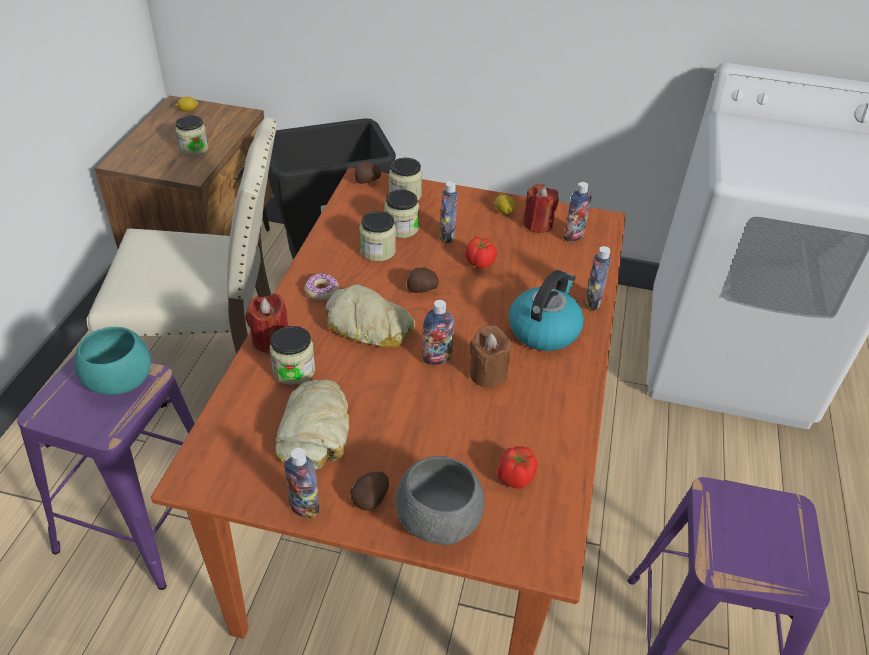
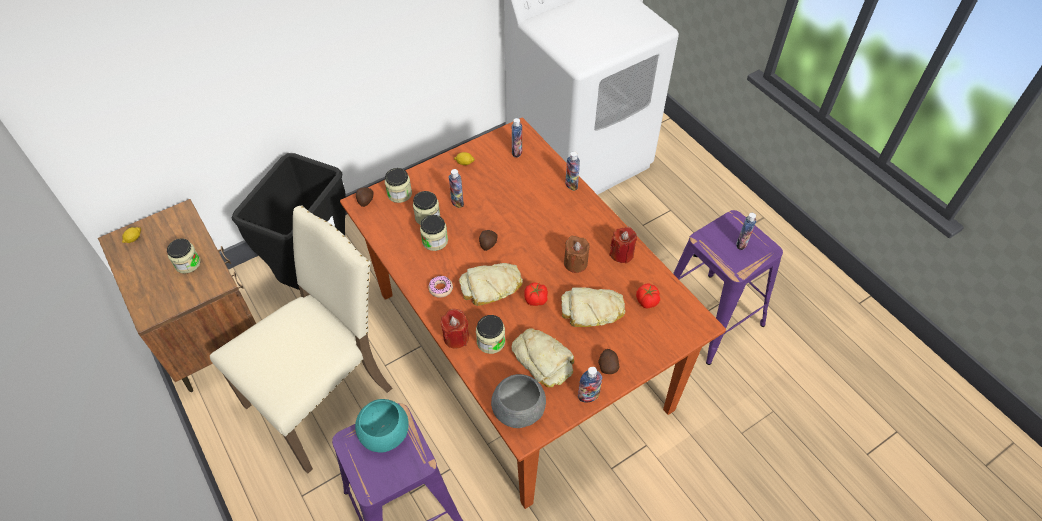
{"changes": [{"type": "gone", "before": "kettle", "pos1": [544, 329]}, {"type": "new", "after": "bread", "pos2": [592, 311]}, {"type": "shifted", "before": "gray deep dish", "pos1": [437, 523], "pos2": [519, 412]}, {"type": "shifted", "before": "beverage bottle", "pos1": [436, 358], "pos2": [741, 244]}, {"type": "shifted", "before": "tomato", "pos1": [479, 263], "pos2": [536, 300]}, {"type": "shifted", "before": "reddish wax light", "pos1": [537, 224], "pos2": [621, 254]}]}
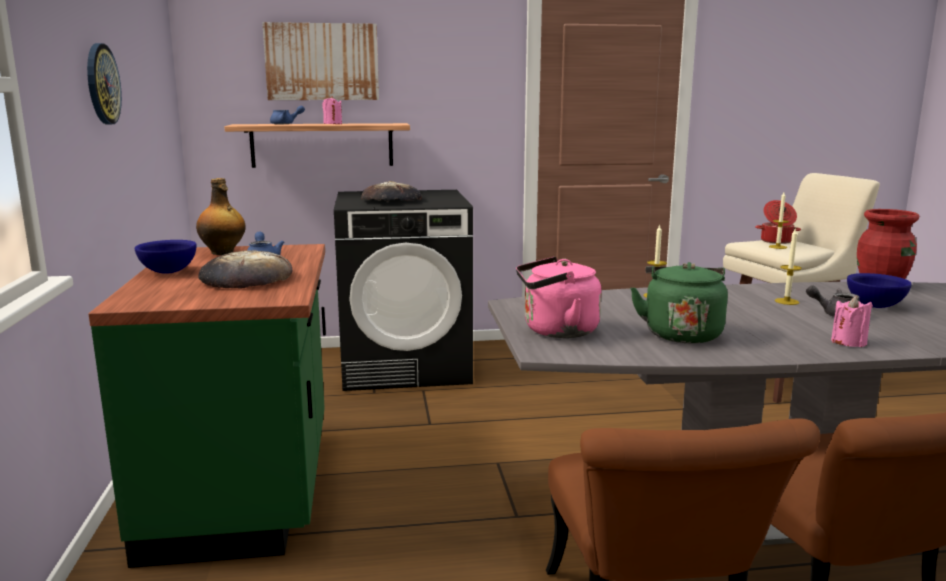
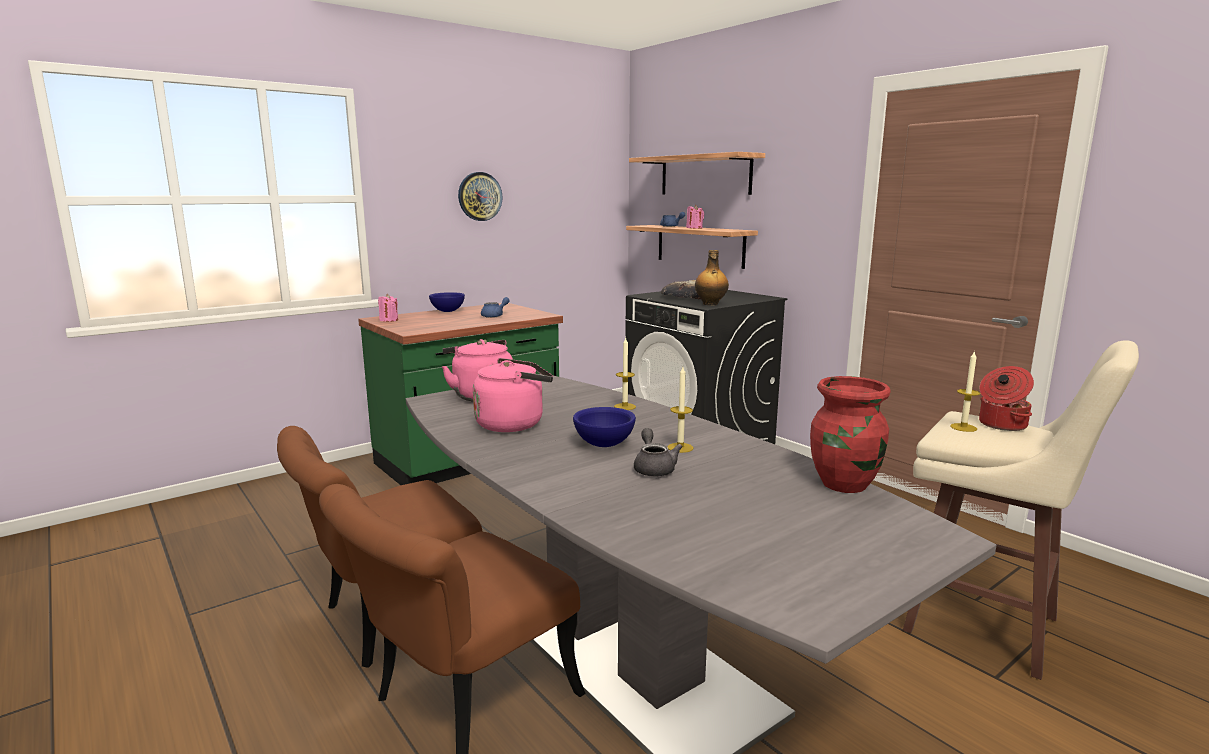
{"changes": [{"type": "gone", "before": "bread", "pos1": [246, 279]}, {"type": "shifted", "before": "beverage bottle", "pos1": [223, 253], "pos2": [710, 304]}, {"type": "shifted", "before": "pink-coloured wax light", "pos1": [848, 342], "pos2": [389, 320]}, {"type": "shifted", "before": "blue deep dish", "pos1": [876, 306], "pos2": [604, 445]}, {"type": "swapped", "before": "wall art", "after": "bracket shelf", "pos1": [322, 62], "pos2": [705, 175]}, {"type": "repainted", "before": "green-coloured kettle", "after": "pink-coloured kettle", "pos1": [681, 333], "pos2": [513, 424]}]}
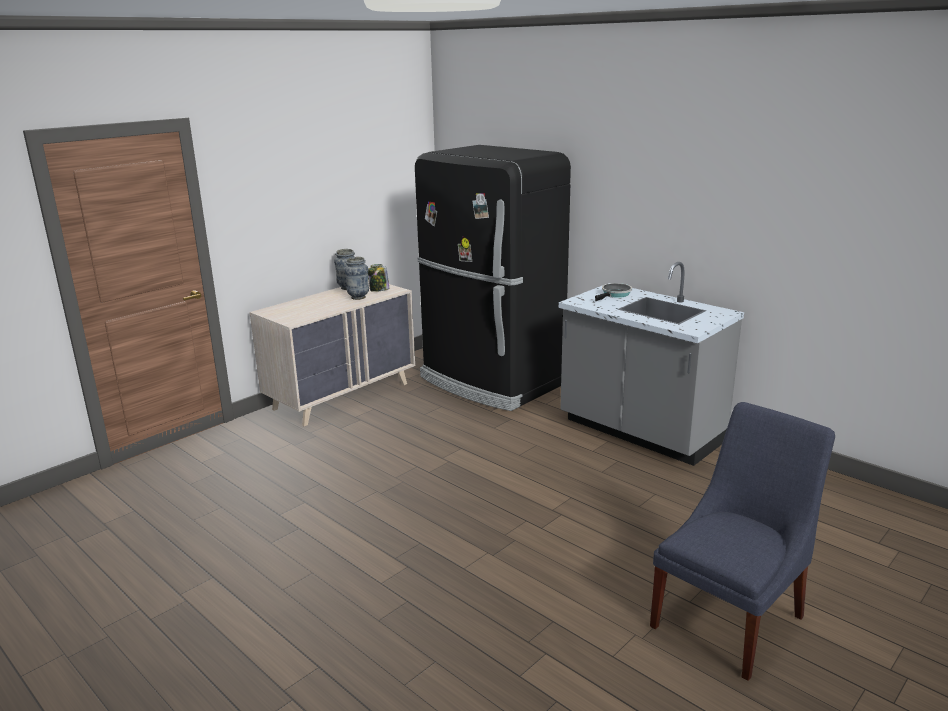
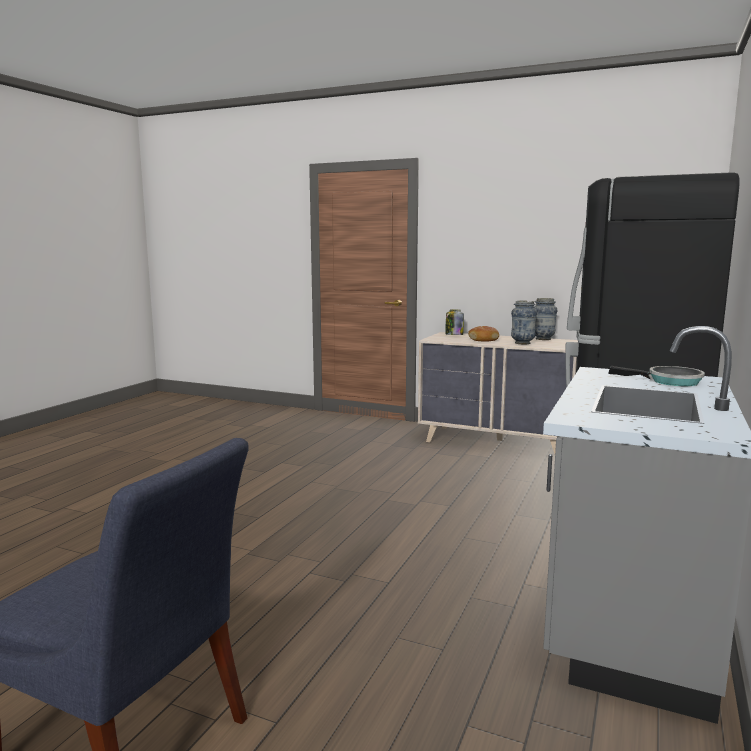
{"changes": [{"type": "new", "after": "bread", "pos2": [483, 339]}, {"type": "shifted", "before": "storage jar", "pos1": [379, 290], "pos2": [453, 335]}]}
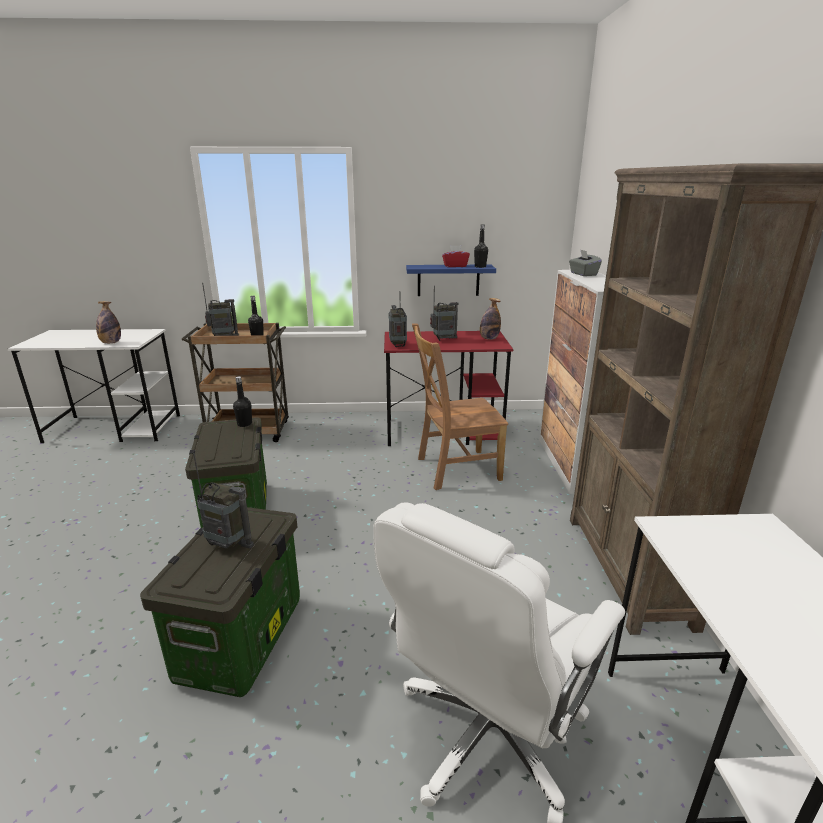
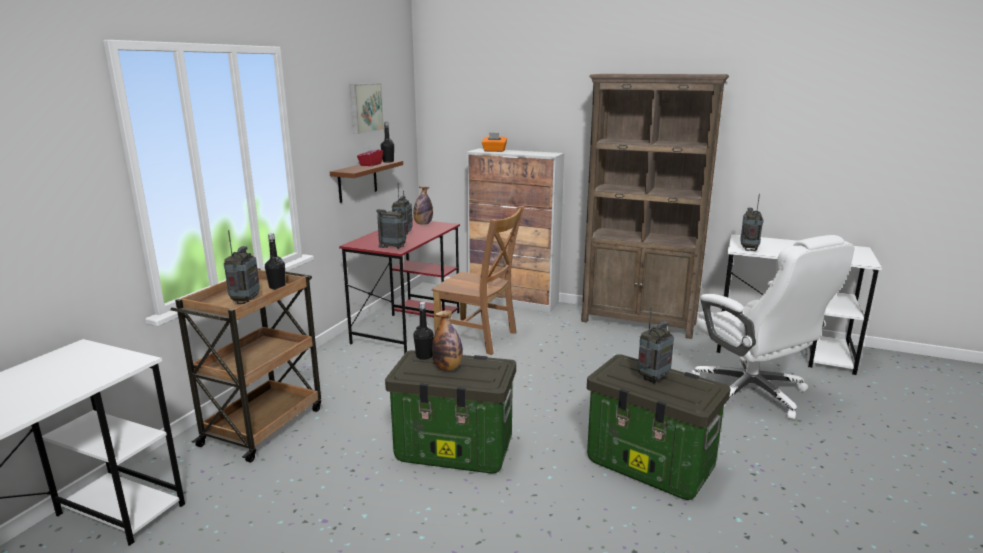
{"changes": [{"type": "new", "after": "wall art", "pos2": [365, 107]}, {"type": "new", "after": "radio receiver", "pos2": [749, 249]}, {"type": "shifted", "before": "beverage bottle", "pos1": [111, 343], "pos2": [448, 368]}, {"type": "repainted", "before": "blue bracket shelf", "after": "brown-coloured bracket shelf", "pos1": [448, 280], "pos2": [357, 181]}, {"type": "repainted", "before": "gray box of tissues", "after": "orange box of tissues", "pos1": [583, 274], "pos2": [494, 151]}, {"type": "rotated", "before": "brown-coloured upright chair", "pos1": [454, 469], "pos2": [479, 338], "turn": -75}]}
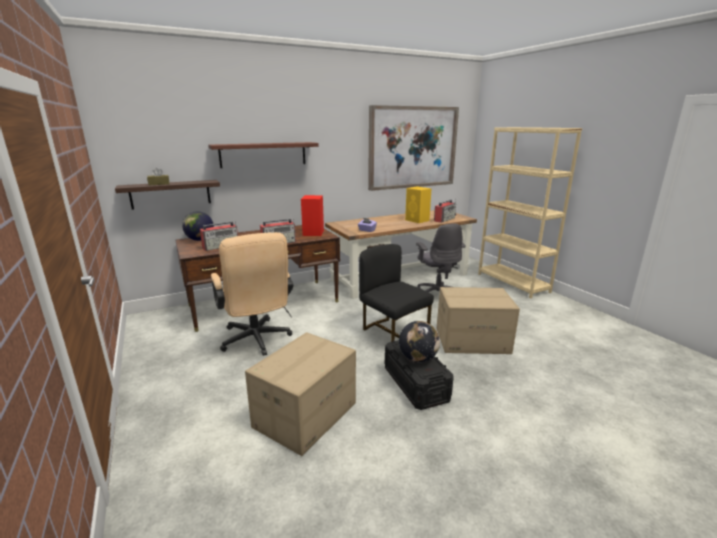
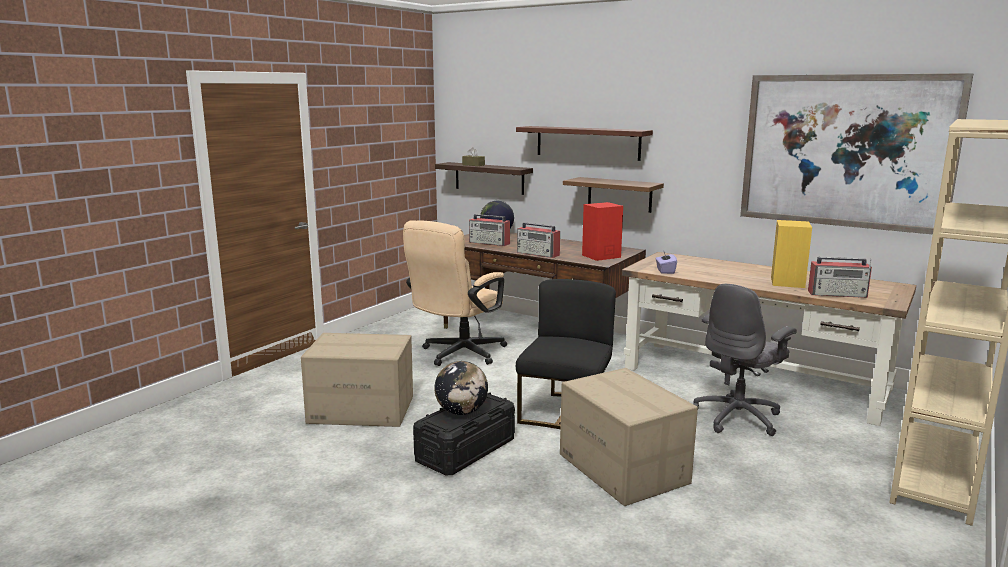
{"changes": [{"type": "new", "after": "brown-coloured bracket shelf", "pos2": [619, 194]}]}
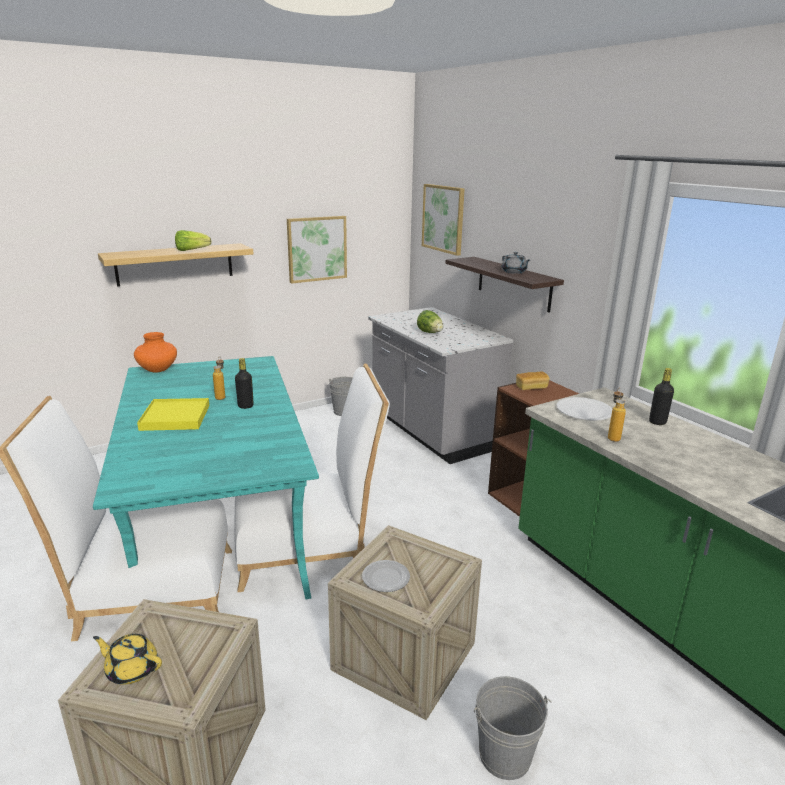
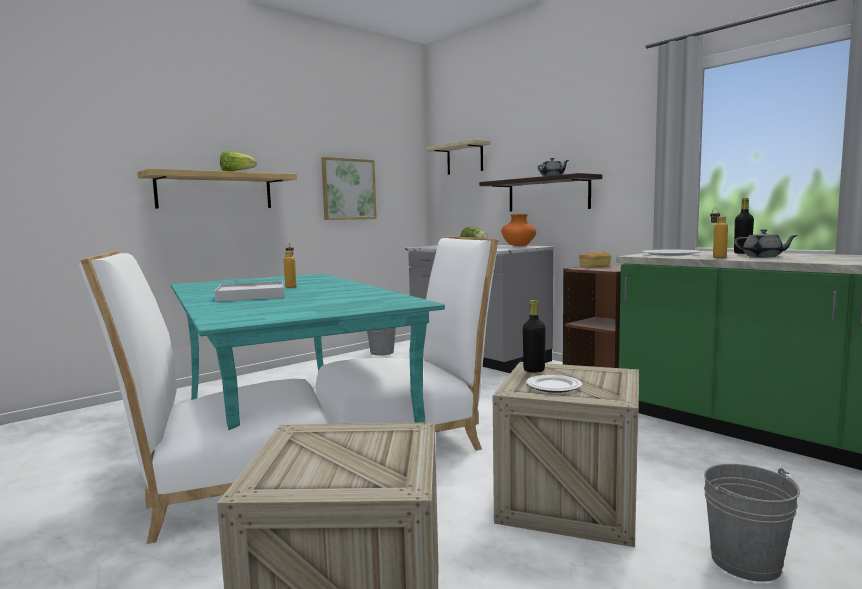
{"changes": [{"type": "gone", "before": "yellow-coloured pot for tea", "pos1": [131, 669]}, {"type": "new", "after": "gray pot for tea", "pos2": [763, 256]}, {"type": "shifted", "before": "orange flower vase", "pos1": [158, 370], "pos2": [519, 246]}, {"type": "shifted", "before": "black beverage bottle", "pos1": [245, 406], "pos2": [534, 370]}, {"type": "swapped", "before": "wall art", "after": "sand-coloured bracket shelf", "pos1": [443, 218], "pos2": [465, 159]}, {"type": "repainted", "before": "yellow-coloured serving tray", "after": "white serving tray", "pos1": [175, 417], "pos2": [251, 295]}]}
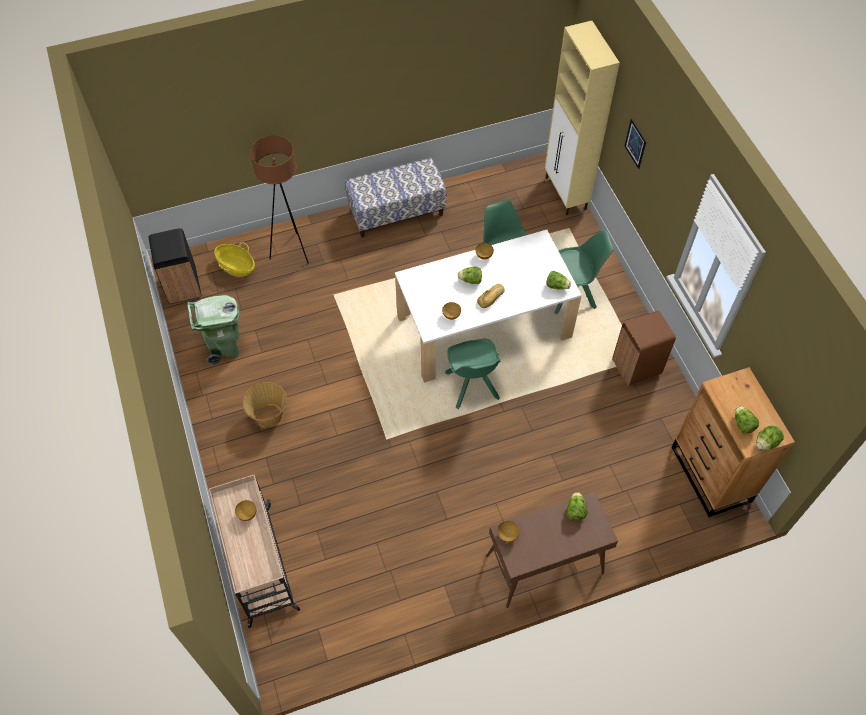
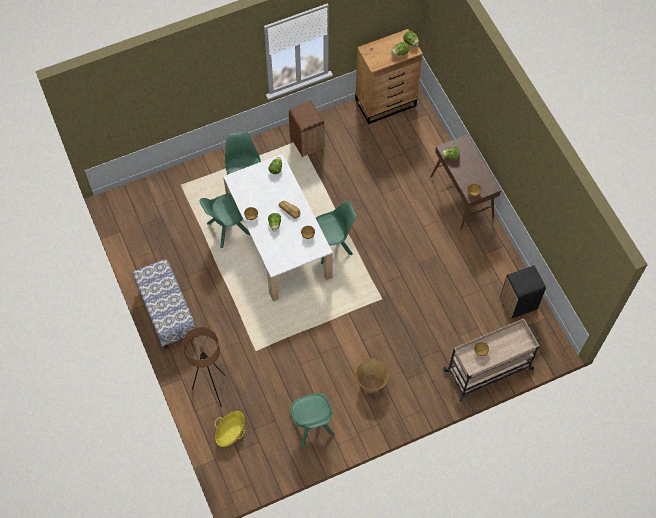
{"changes": [{"type": "gone", "before": "sand-coloured cabinet", "pos1": [566, 194]}, {"type": "gone", "before": "wall art", "pos1": [635, 143]}, {"type": "shifted", "before": "black waste bin", "pos1": [183, 286], "pos2": [517, 303]}, {"type": "swapped", "before": "green-coloured waste bin", "after": "green-coloured upright chair", "pos1": [224, 347], "pos2": [312, 427]}]}
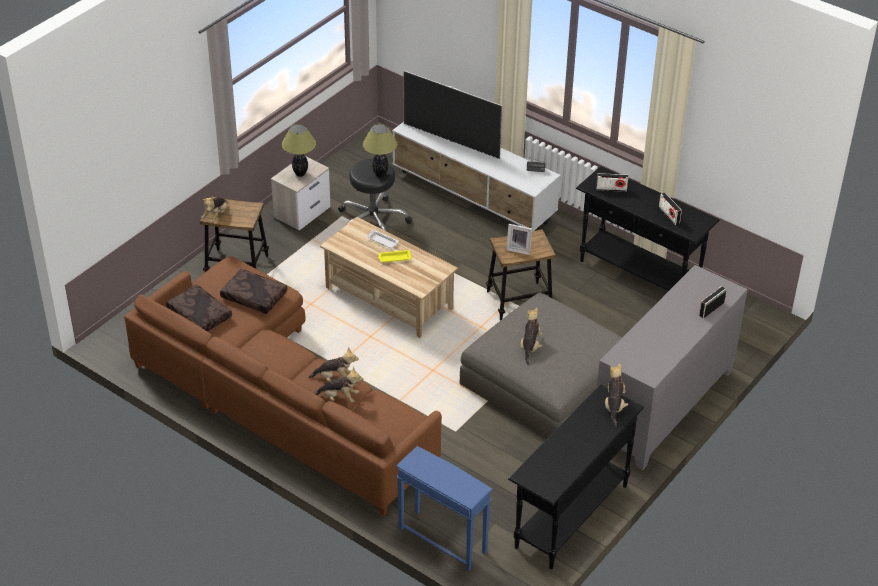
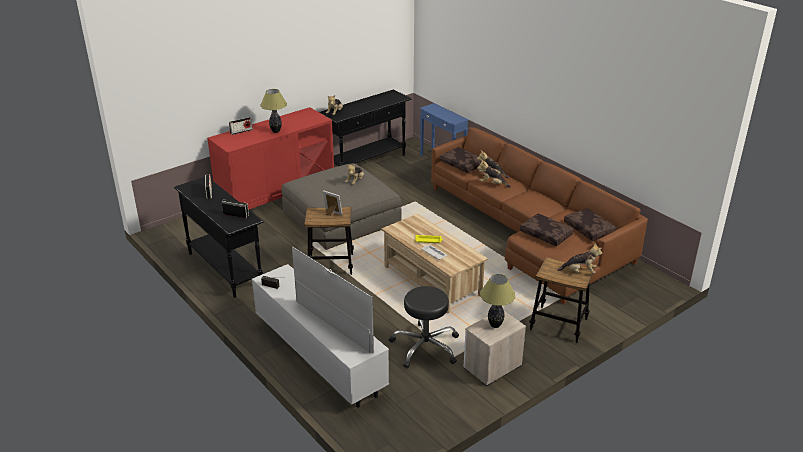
{"changes": [{"type": "new", "after": "brown-coloured cushion", "pos2": [463, 164]}, {"type": "shifted", "before": "tabletop lamp", "pos1": [380, 174], "pos2": [276, 131]}, {"type": "repainted", "before": "gray cabinet", "after": "reddish cabinet", "pos1": [664, 407], "pos2": [276, 196]}, {"type": "rotated", "before": "plush toy", "pos1": [216, 216], "pos2": [580, 271], "turn": 60}]}
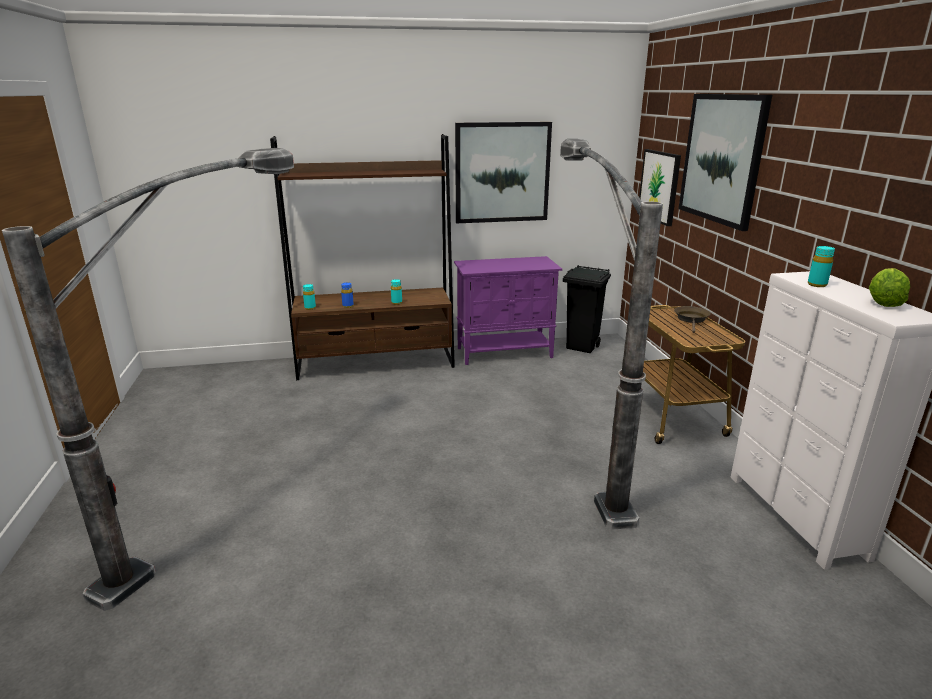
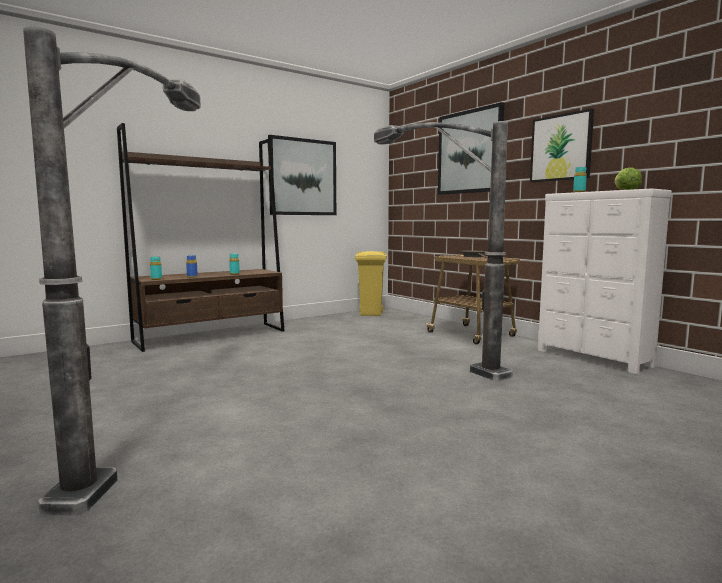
{"changes": [{"type": "gone", "before": "purplish cabinet", "pos1": [505, 353]}, {"type": "shifted", "before": "wall art", "pos1": [659, 186], "pos2": [561, 147]}, {"type": "repainted", "before": "black waste bin", "after": "yellow-coloured waste bin", "pos1": [582, 347], "pos2": [371, 314]}]}
